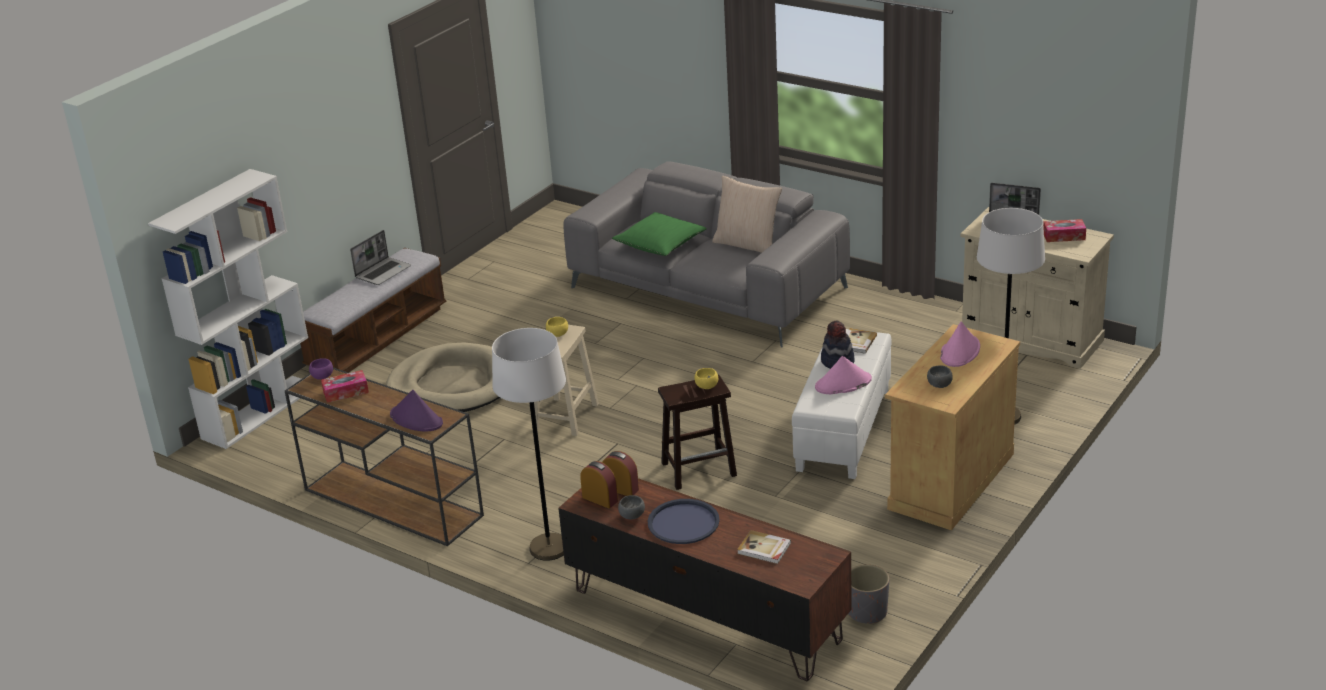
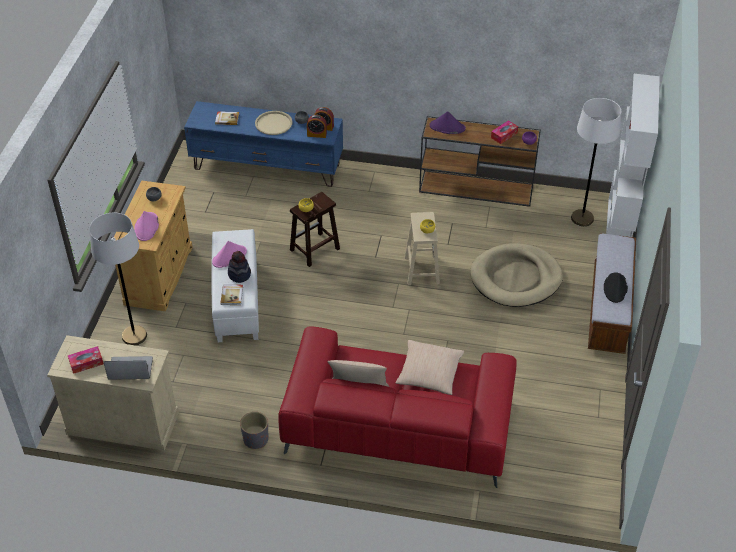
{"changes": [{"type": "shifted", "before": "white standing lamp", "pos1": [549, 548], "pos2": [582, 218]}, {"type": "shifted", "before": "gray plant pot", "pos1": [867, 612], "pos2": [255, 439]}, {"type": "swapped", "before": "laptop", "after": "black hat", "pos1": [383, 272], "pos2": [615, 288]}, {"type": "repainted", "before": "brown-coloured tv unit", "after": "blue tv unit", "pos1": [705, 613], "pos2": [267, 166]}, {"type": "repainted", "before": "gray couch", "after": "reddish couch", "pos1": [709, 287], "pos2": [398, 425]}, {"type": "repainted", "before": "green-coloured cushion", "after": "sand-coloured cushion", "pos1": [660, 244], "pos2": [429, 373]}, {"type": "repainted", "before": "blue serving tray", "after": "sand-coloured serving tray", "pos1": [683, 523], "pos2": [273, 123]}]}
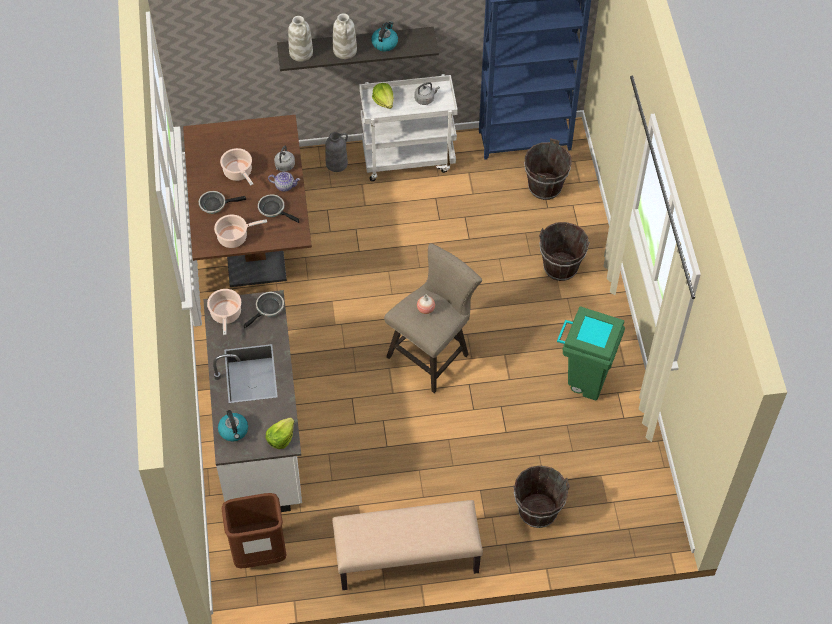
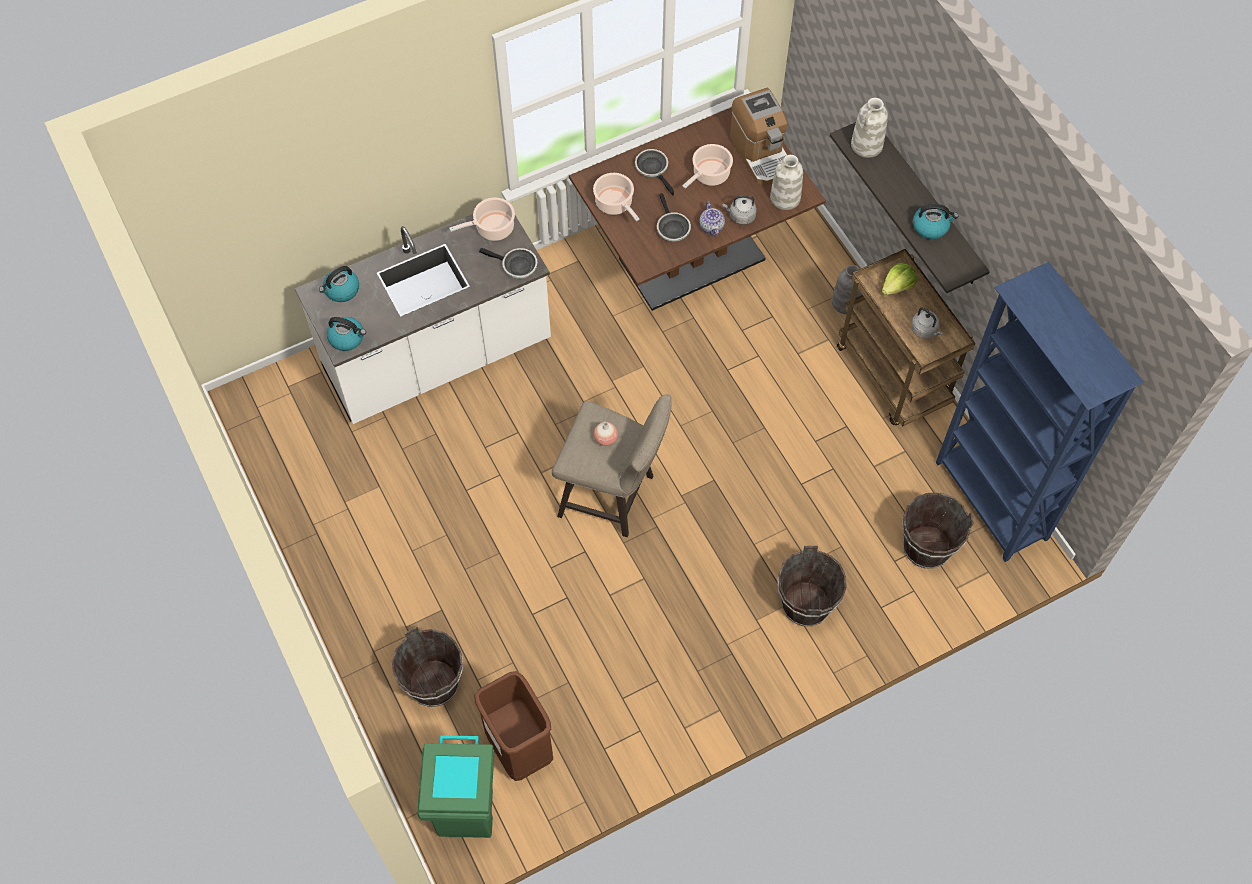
{"changes": [{"type": "gone", "before": "sand-coloured indoor bench", "pos1": [407, 559]}, {"type": "new", "after": "coffee maker", "pos2": [761, 154]}, {"type": "shifted", "before": "brown-coloured waste bin", "pos1": [259, 554], "pos2": [519, 748]}, {"type": "shifted", "before": "white flower vase", "pos1": [345, 51], "pos2": [785, 198]}, {"type": "shifted", "before": "green-coloured waste bin", "pos1": [583, 380], "pos2": [466, 809]}, {"type": "swapped", "before": "lettuce head", "after": "kettle", "pos1": [280, 438], "pos2": [347, 338]}, {"type": "repainted", "before": "white trolley", "after": "brown-coloured trolley", "pos1": [409, 158], "pos2": [894, 376]}, {"type": "rotated", "before": "frying pan", "pos1": [273, 209], "pos2": [672, 228], "turn": 150}]}
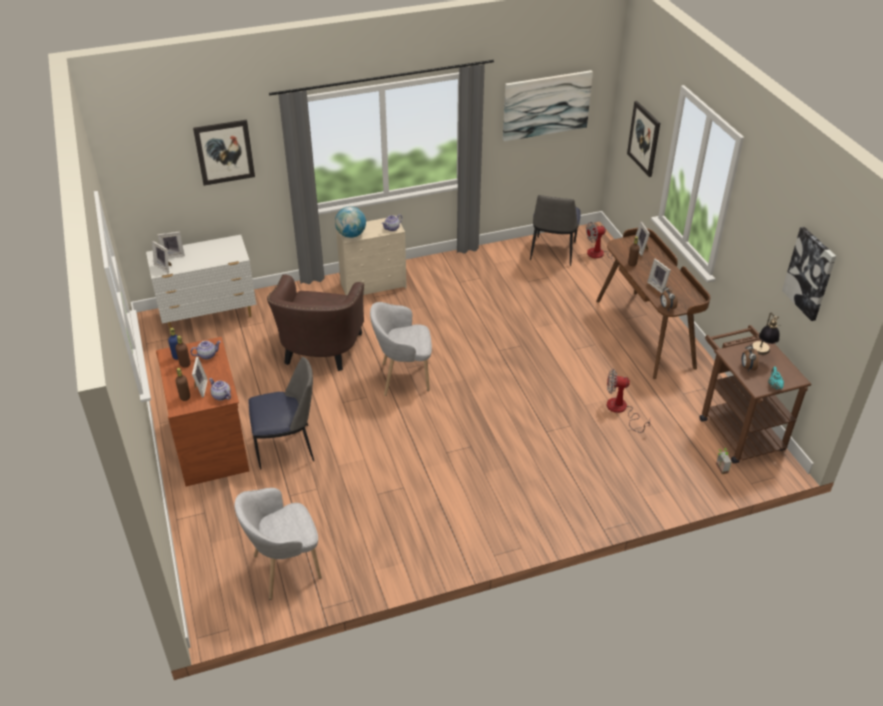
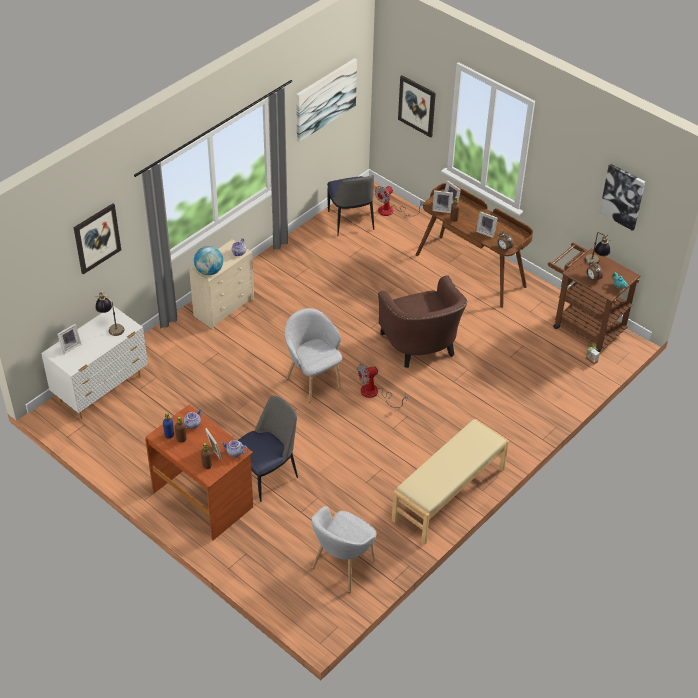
{"changes": [{"type": "new", "after": "tabletop lamp", "pos2": [111, 327]}, {"type": "new", "after": "sand-coloured indoor bench", "pos2": [449, 495]}, {"type": "shifted", "before": "photo frame", "pos1": [164, 267], "pos2": [442, 209]}, {"type": "shifted", "before": "brown-coloured armchair", "pos1": [319, 351], "pos2": [421, 346]}, {"type": "shifted", "before": "electric fan", "pos1": [621, 410], "pos2": [375, 394]}, {"type": "rotated", "before": "gray armchair", "pos1": [403, 378], "pos2": [313, 381], "turn": 90}]}
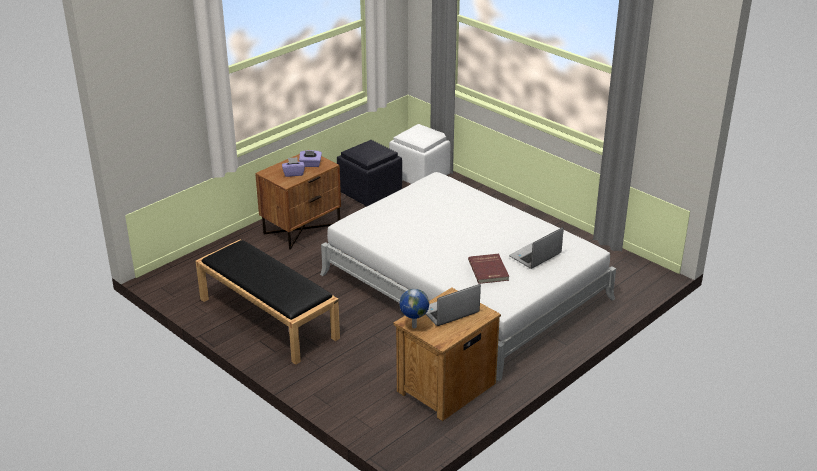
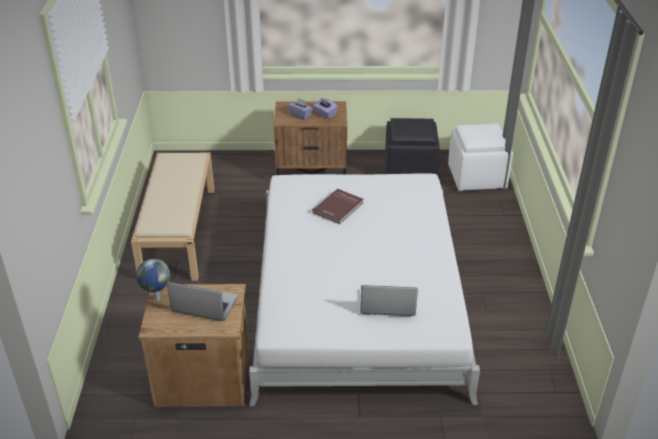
{"changes": [{"type": "shifted", "before": "reddish bound book", "pos1": [489, 270], "pos2": [339, 208]}, {"type": "repainted", "before": "black indoor bench", "after": "sand-coloured indoor bench", "pos1": [267, 318], "pos2": [178, 231]}]}
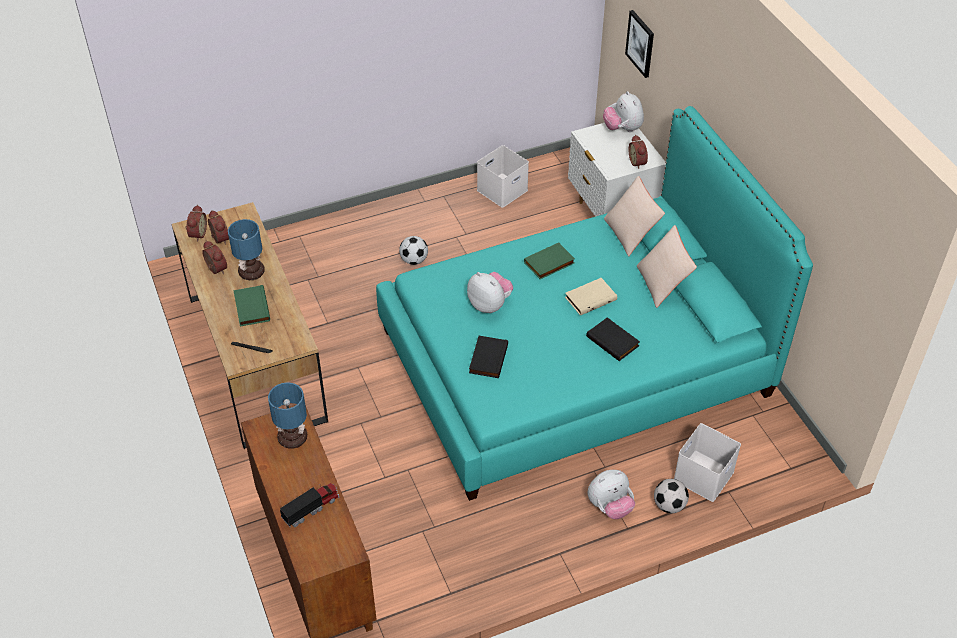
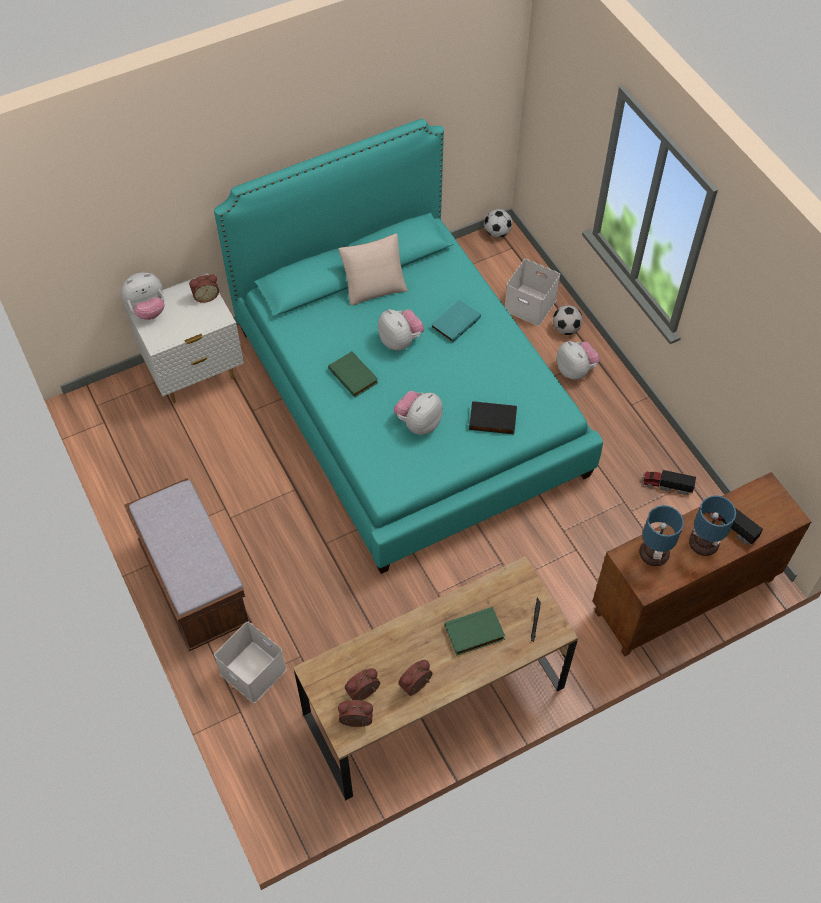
{"changes": [{"type": "gone", "before": "sand-coloured cushion", "pos1": [631, 233]}, {"type": "gone", "before": "wall art", "pos1": [640, 43]}, {"type": "new", "after": "brown-coloured indoor bench", "pos2": [194, 585]}, {"type": "new", "after": "toy truck", "pos2": [666, 485]}, {"type": "shifted", "before": "tabletop lamp", "pos1": [251, 273], "pos2": [704, 544]}, {"type": "shifted", "before": "football", "pos1": [414, 260], "pos2": [497, 233]}, {"type": "shifted", "before": "white storage container", "pos1": [502, 189], "pos2": [251, 672]}, {"type": "swapped", "before": "sand-coloured bound book", "after": "plush toy", "pos1": [590, 298], "pos2": [400, 341]}, {"type": "repainted", "before": "black bound book", "after": "turquoise bound book", "pos1": [613, 341], "pos2": [455, 322]}]}
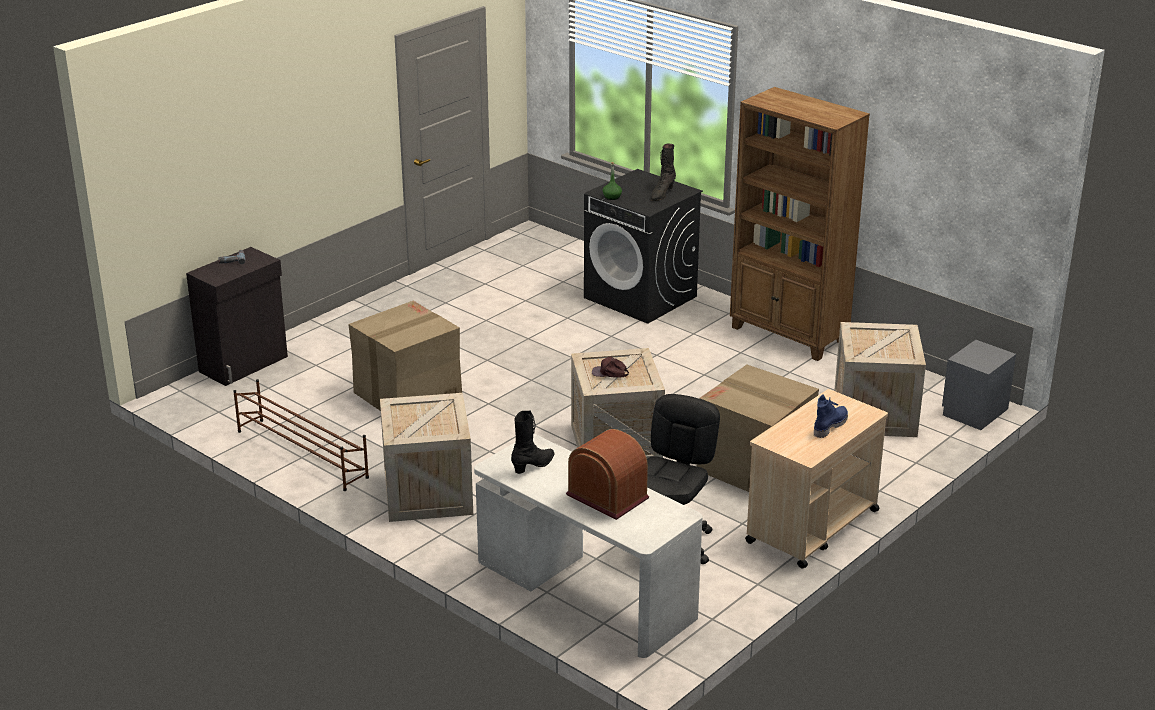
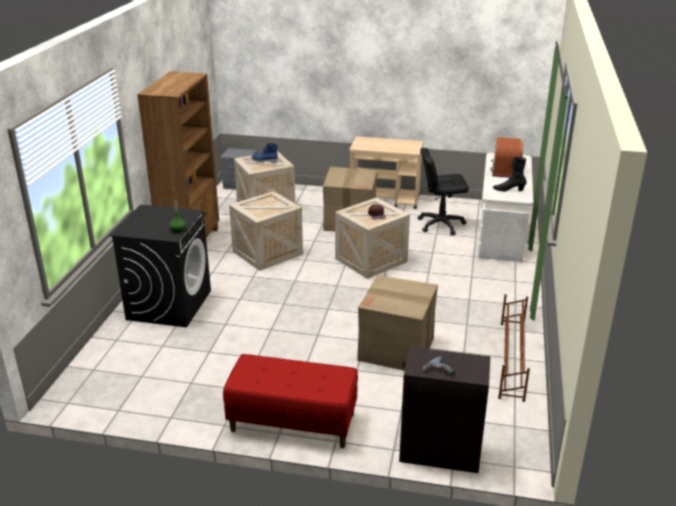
{"changes": [{"type": "gone", "before": "black high-top boot", "pos1": [662, 194]}, {"type": "new", "after": "reddish indoor bench", "pos2": [292, 423]}, {"type": "shifted", "before": "crate", "pos1": [426, 492], "pos2": [267, 253]}, {"type": "shifted", "before": "blue high-top boot", "pos1": [829, 426], "pos2": [264, 161]}]}
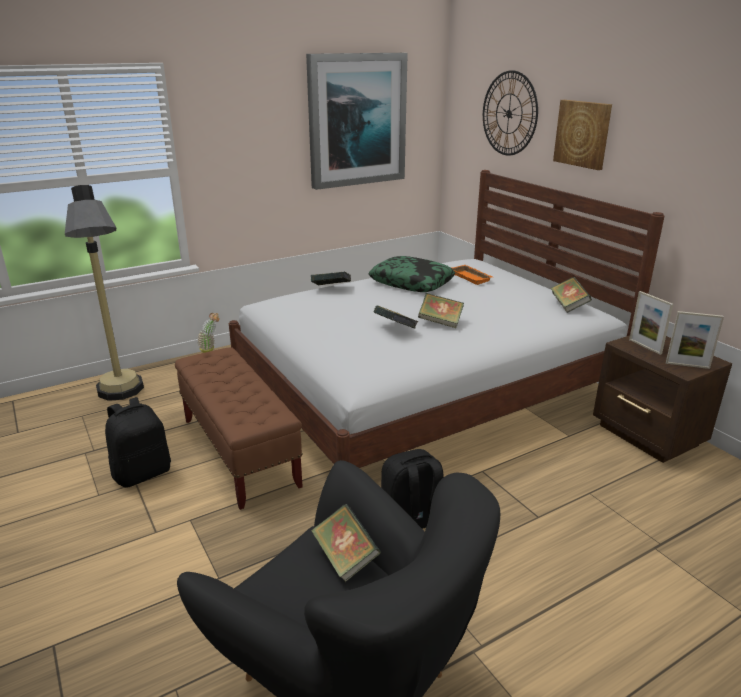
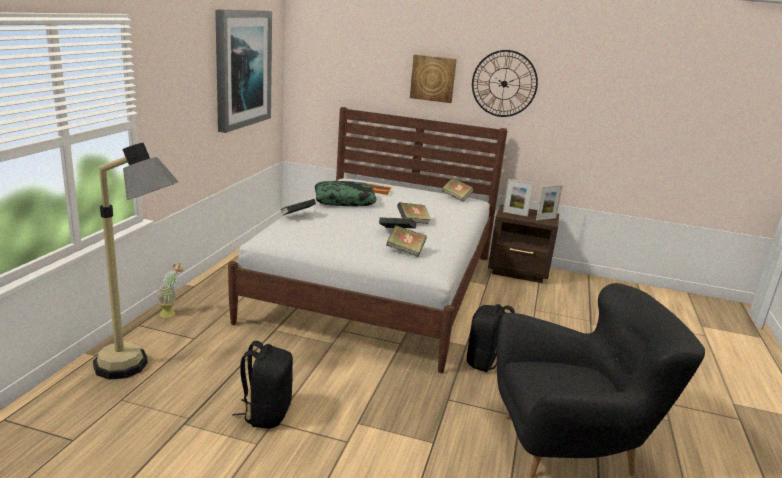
{"changes": [{"type": "gone", "before": "brown-coloured indoor bench", "pos1": [239, 452]}, {"type": "shifted", "before": "bound book", "pos1": [345, 557], "pos2": [405, 251]}, {"type": "shifted", "before": "clock on the wall", "pos1": [509, 113], "pos2": [504, 83]}]}
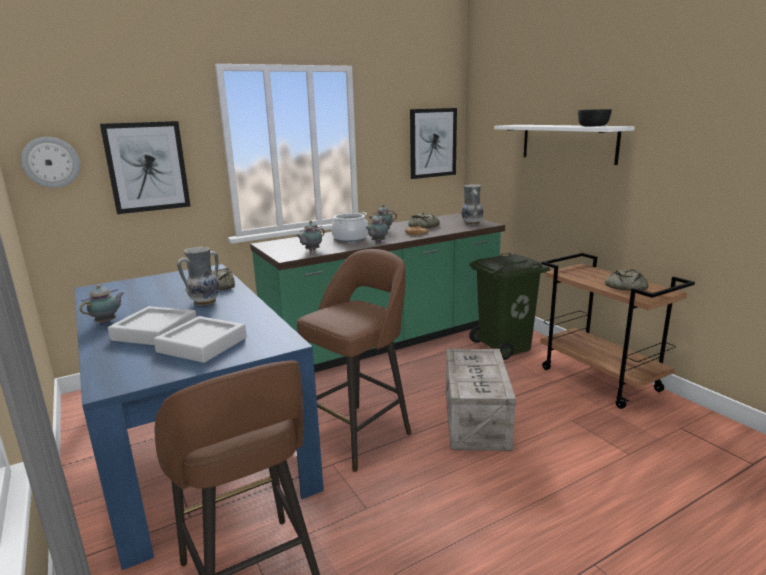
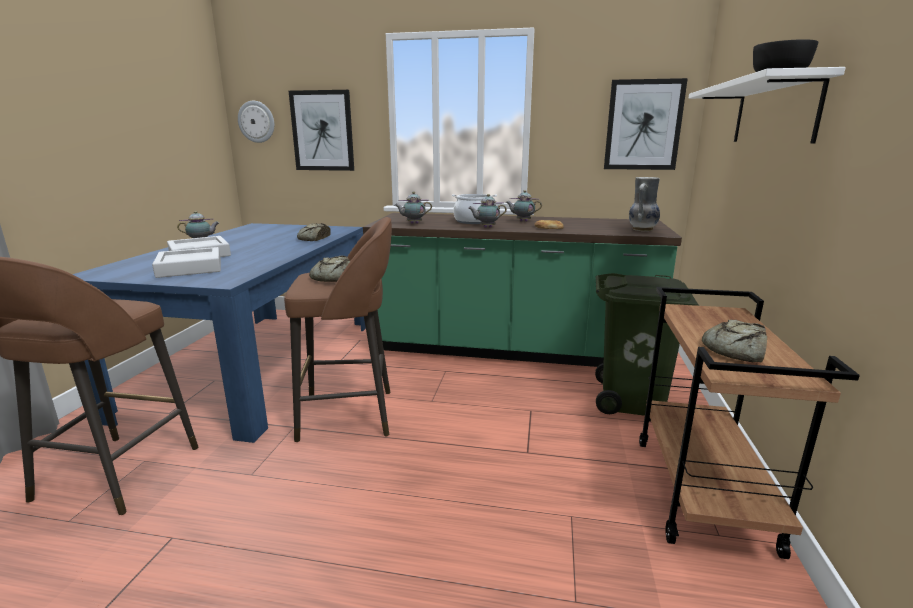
{"changes": [{"type": "gone", "before": "flower vase", "pos1": [204, 302]}, {"type": "gone", "before": "crate", "pos1": [475, 418]}, {"type": "shifted", "before": "bread", "pos1": [423, 226], "pos2": [333, 277]}]}
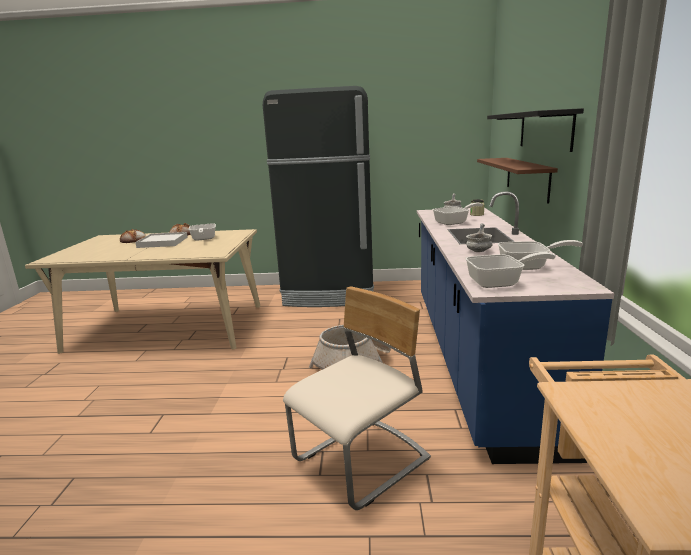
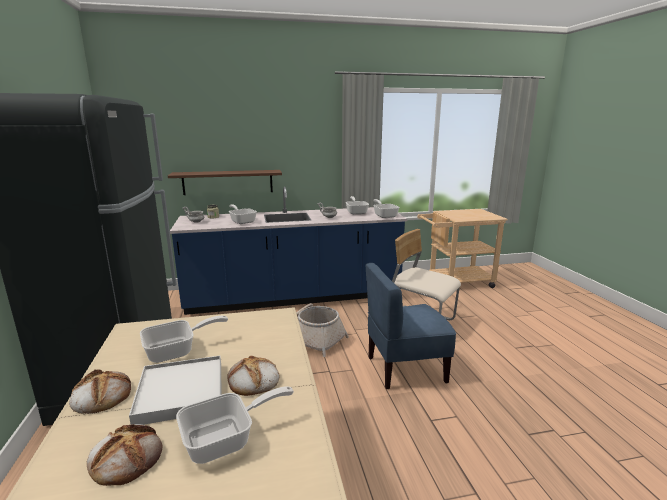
{"changes": [{"type": "gone", "before": "black bracket shelf", "pos1": [545, 130]}, {"type": "new", "after": "frying pan", "pos2": [227, 440]}, {"type": "new", "after": "bread", "pos2": [253, 380]}, {"type": "new", "after": "blue upright chair", "pos2": [405, 369]}]}
